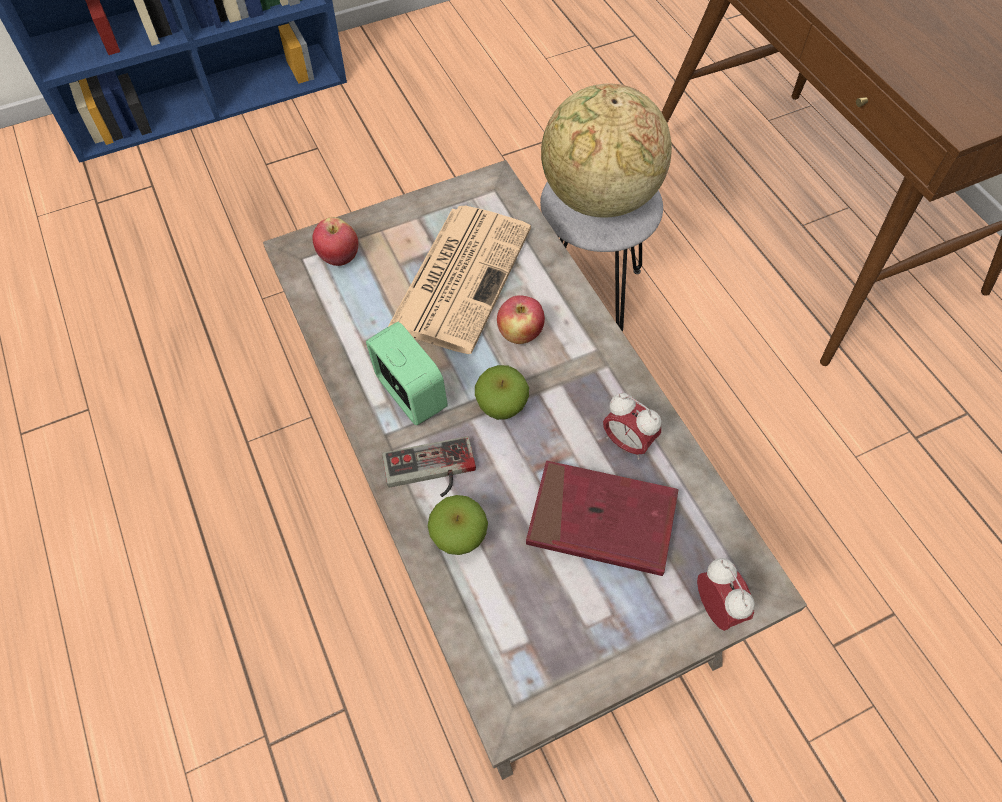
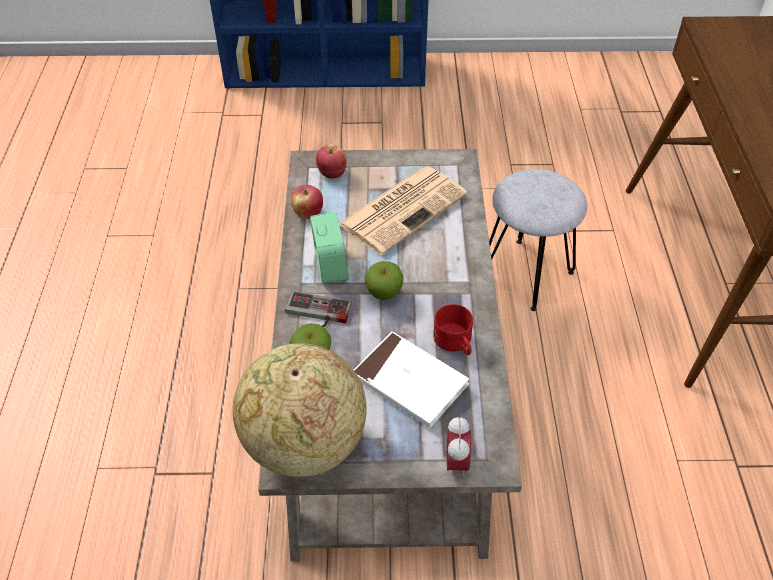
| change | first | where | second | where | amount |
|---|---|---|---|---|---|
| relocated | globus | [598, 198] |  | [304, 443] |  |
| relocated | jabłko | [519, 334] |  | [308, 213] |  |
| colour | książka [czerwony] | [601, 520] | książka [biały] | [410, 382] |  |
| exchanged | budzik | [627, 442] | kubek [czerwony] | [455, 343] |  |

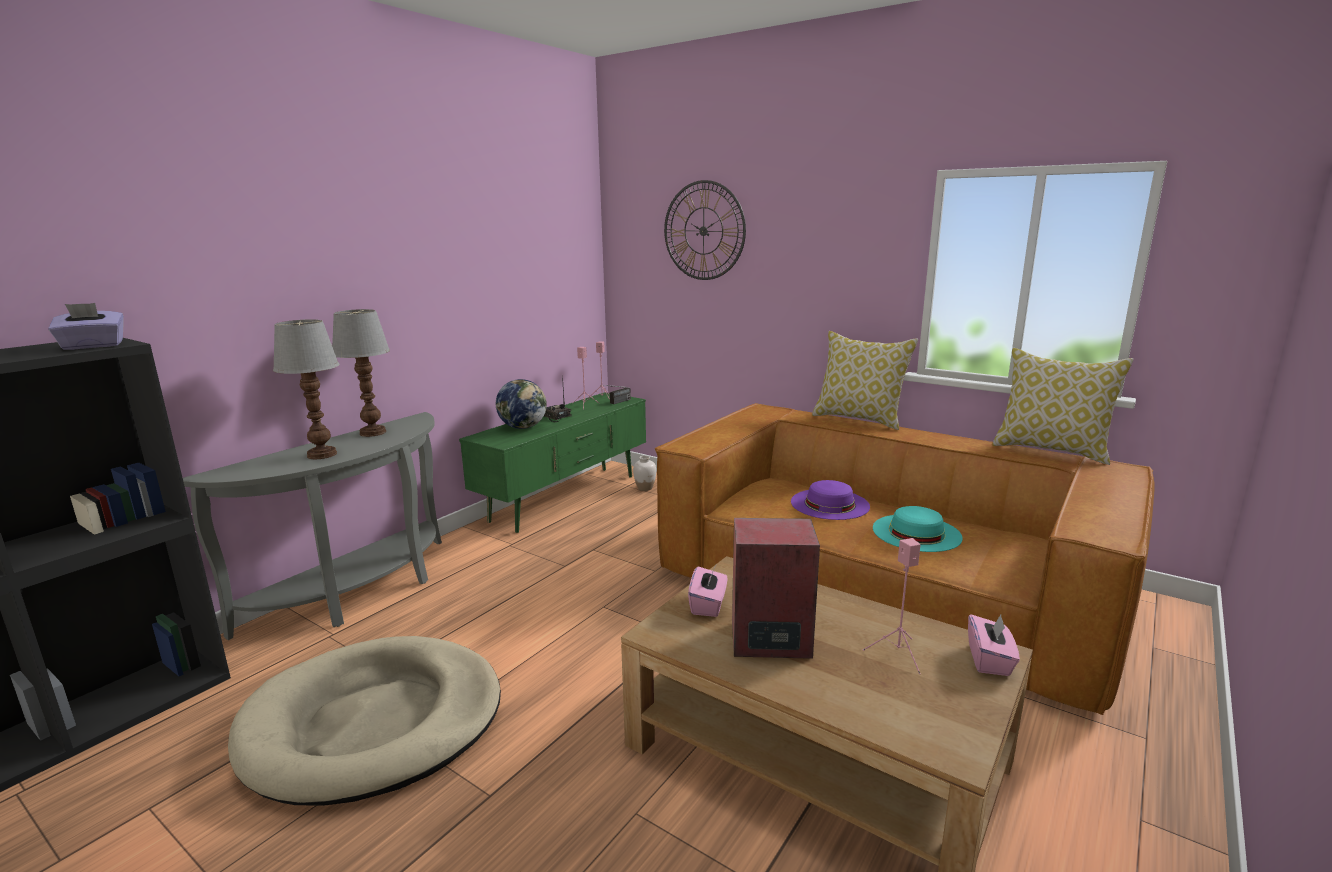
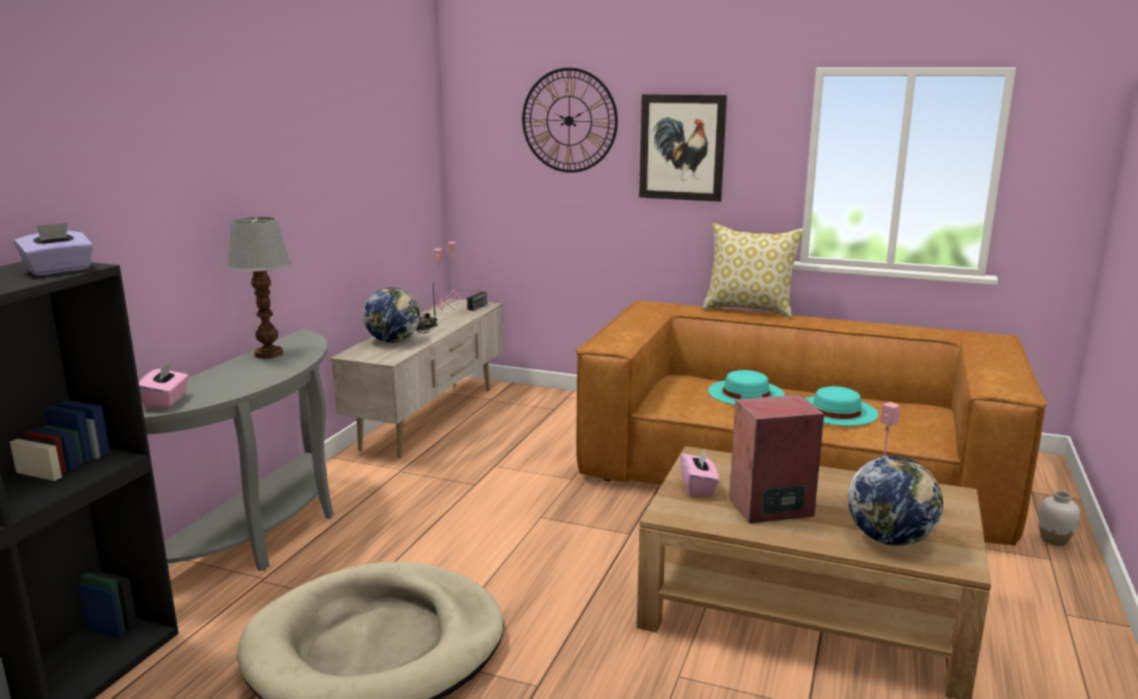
| change | first | where | second | where | amount |
|---|---|---|---|---|---|
| relocated | pudełko chusteczek [różowy] | [989, 660] |  | [166, 401] |  |
| colour | szafka pod telewizor [zielony] | [566, 498] | szafka pod telewizor [beżowy] | [430, 418] |  |
| appeared |  |  | obraz | [682, 147] |  |
| colour | kapelusz [fioletowy] | [829, 504] | kapelusz [turkusowy] | [746, 393] |  |
| appeared |  |  | globus | [890, 539] |  |
| relocated | wazon [biały] | [645, 488] |  | [1053, 540] |  |
| missing | lampa stołowa | [321, 455] |  |  |  |
| missing | poduszka | [1051, 450] |  |  |  |

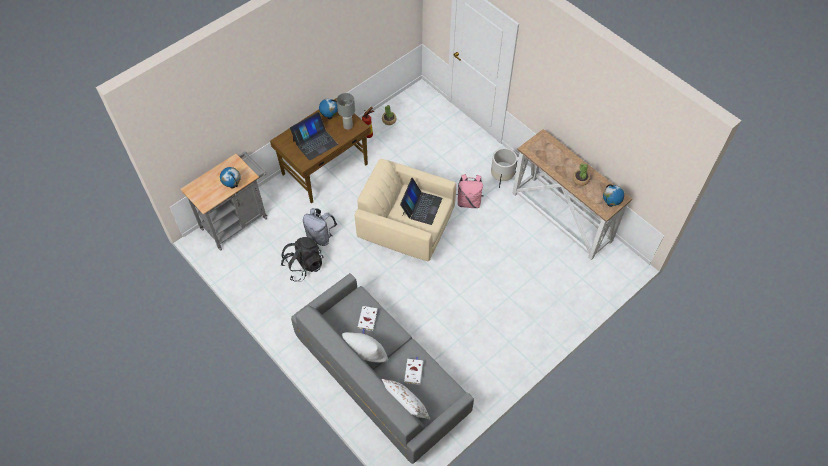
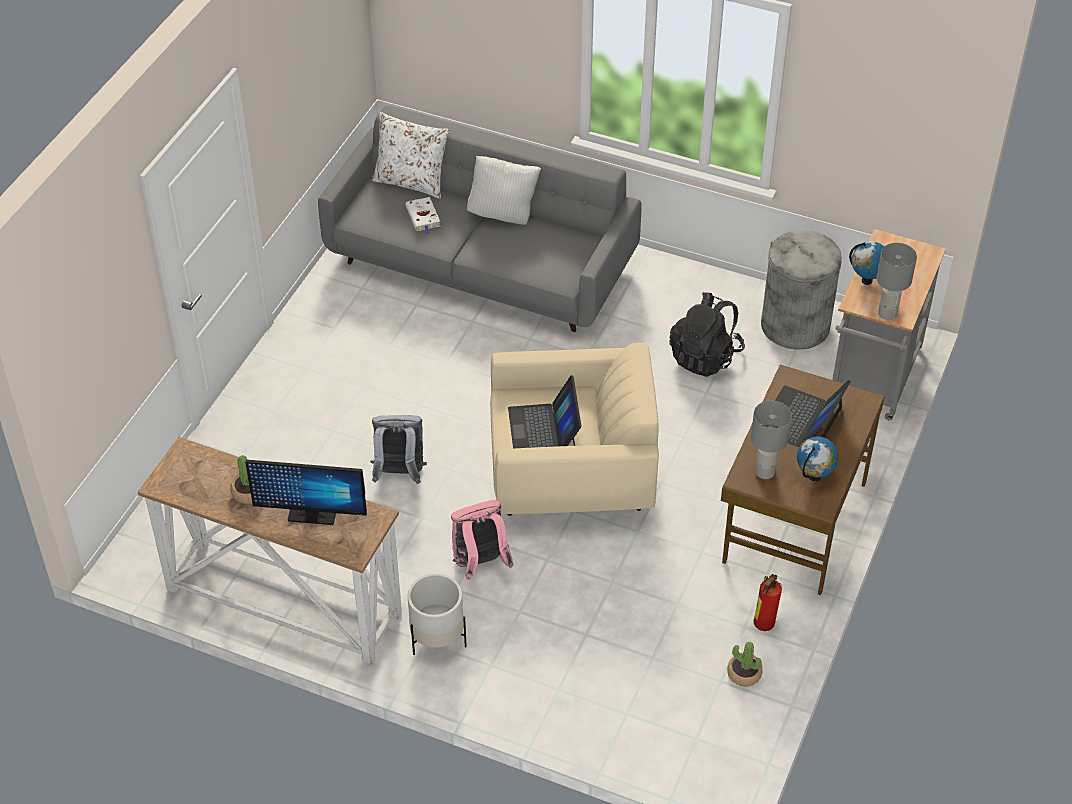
| change | first | where | second | where | amount |
|---|---|---|---|---|---|
| appeared |  |  | monitor | [312, 513] |  |
| relocated | plecak [szary] | [320, 237] |  | [399, 474] |  |
| appeared |  |  | kosz na śmieci [szary] | [794, 325] |  |
| appeared |  |  | lampa stołowa [szary] | [888, 314] |  |
| missing | książka [biały] | [367, 320] |  |  |  |
| missing | globus | [610, 204] |  |  |  |

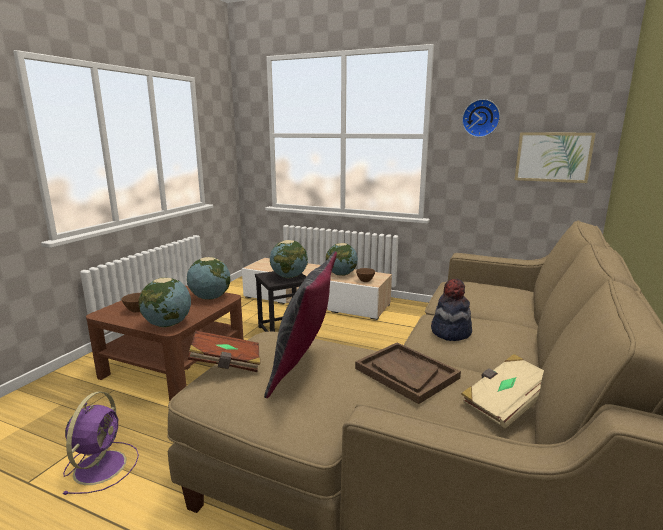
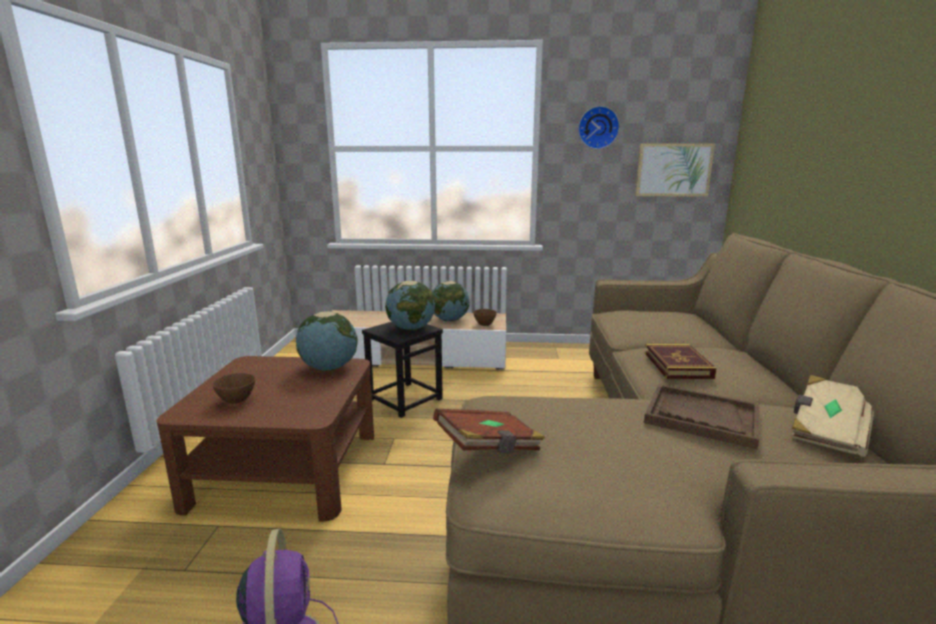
| change | first | where | second | where | amount |
|---|---|---|---|---|---|
| exchanged | kapelusz | [450, 332] | książka | [677, 365] |  |
| missing | globus | [168, 324] |  |  |  |
| missing | poduszka [szary] | [304, 368] |  |  |  |

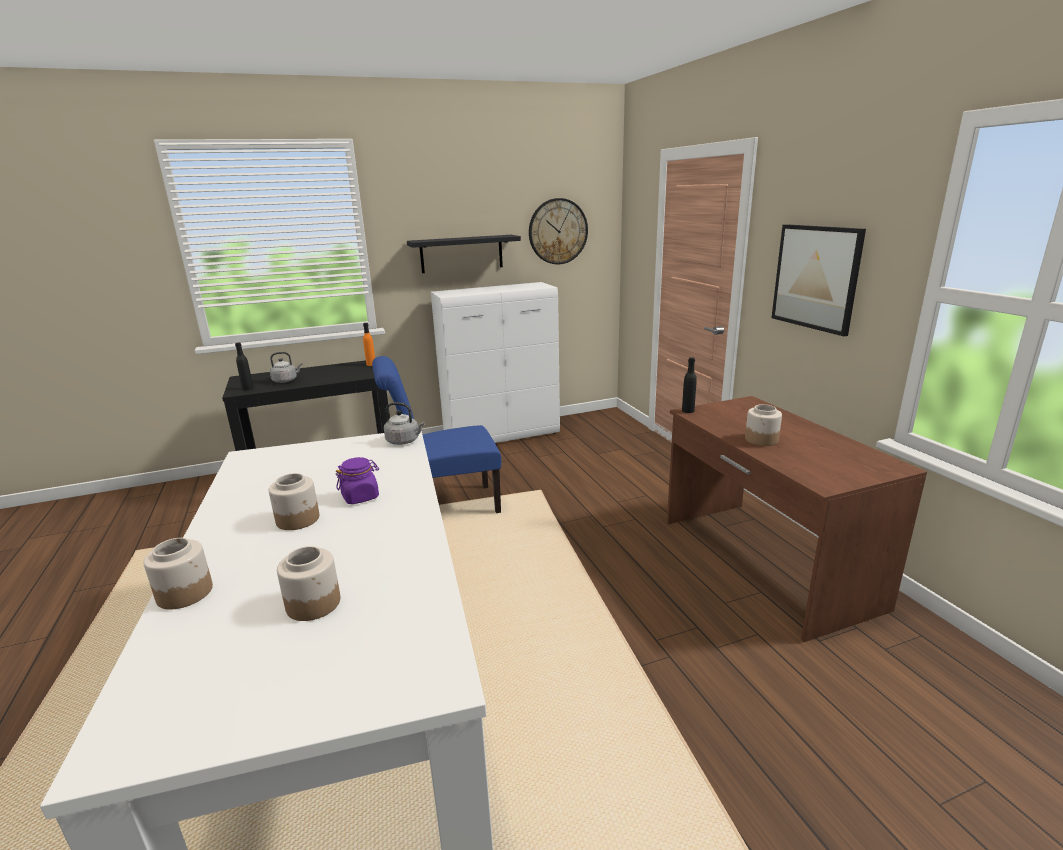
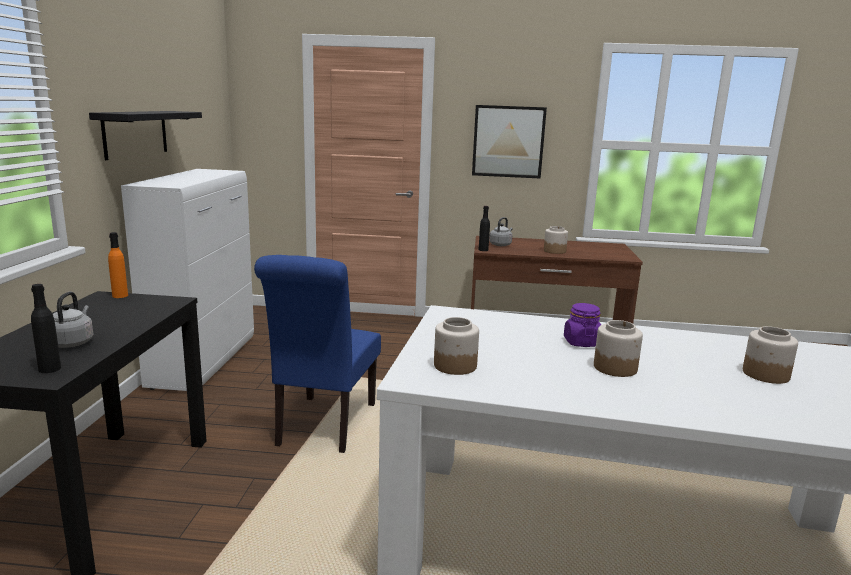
| change | first | where | second | where | amount |
|---|---|---|---|---|---|
| relocated | słoik | [185, 593] |  | [454, 366] |  |
| relocated | czajnik [szary] | [404, 441] |  | [501, 245] |  |
| missing | zegar ścienny | [558, 231] |  |  |  |

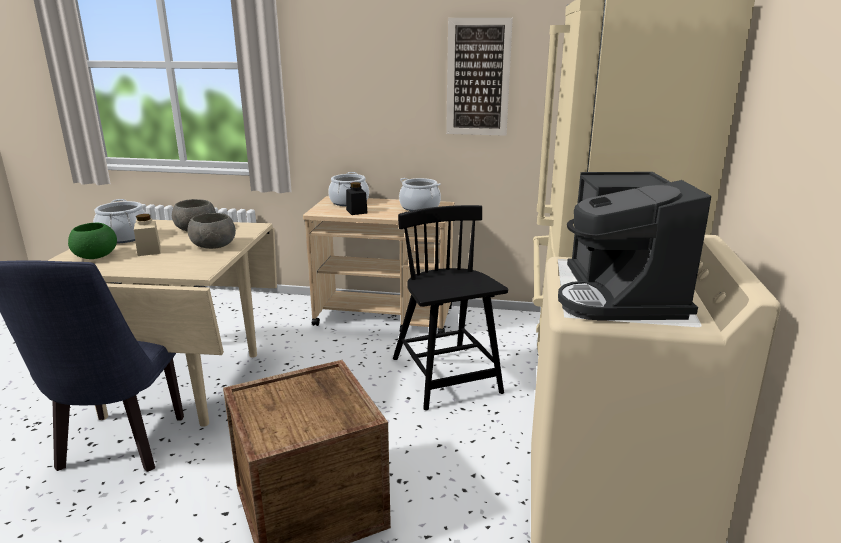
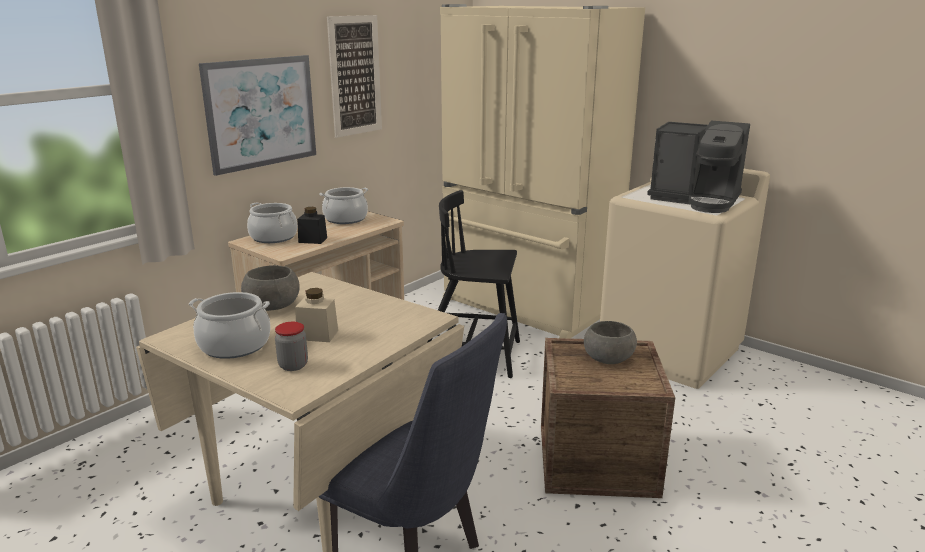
| change | first | where | second | where | amount |
|---|---|---|---|---|---|
| appeared |  |  | obraz | [261, 113] |  |
| exchanged | miska [zielony] | [95, 256] | słoik | [293, 365] |  |
| relocated | miska [szary] | [214, 245] |  | [608, 358] |  |

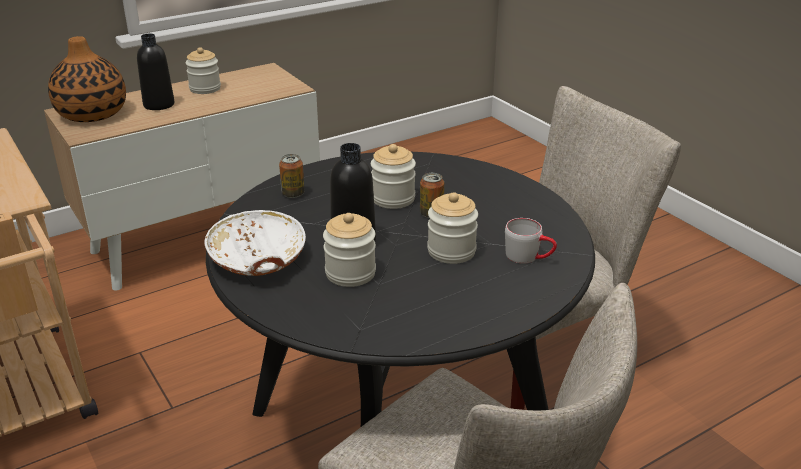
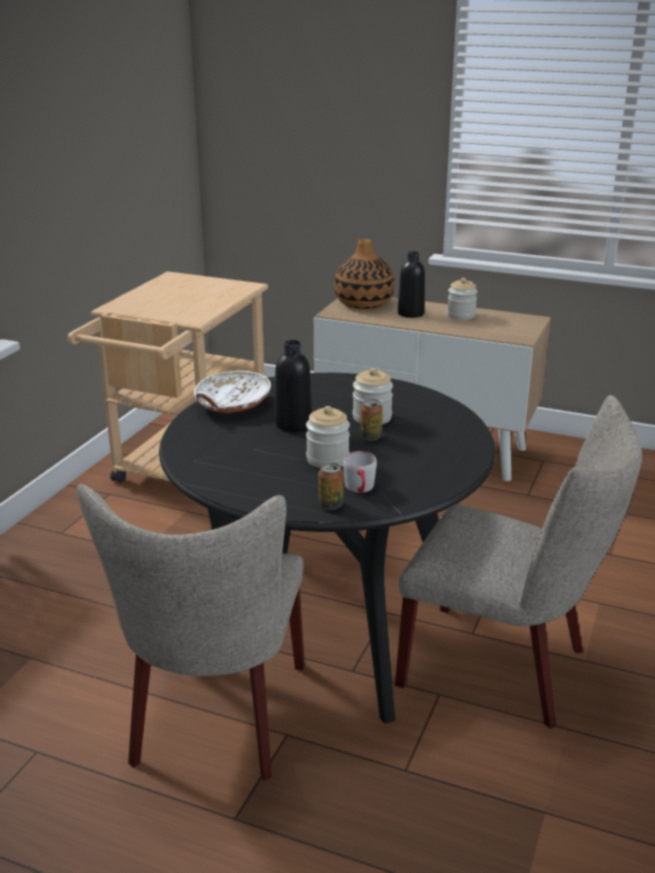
| change | first | where | second | where | amount |
|---|---|---|---|---|---|
| relocated | puszka | [293, 194] |  | [330, 505] |  |
| missing | słoik | [350, 273] |  |  |  |

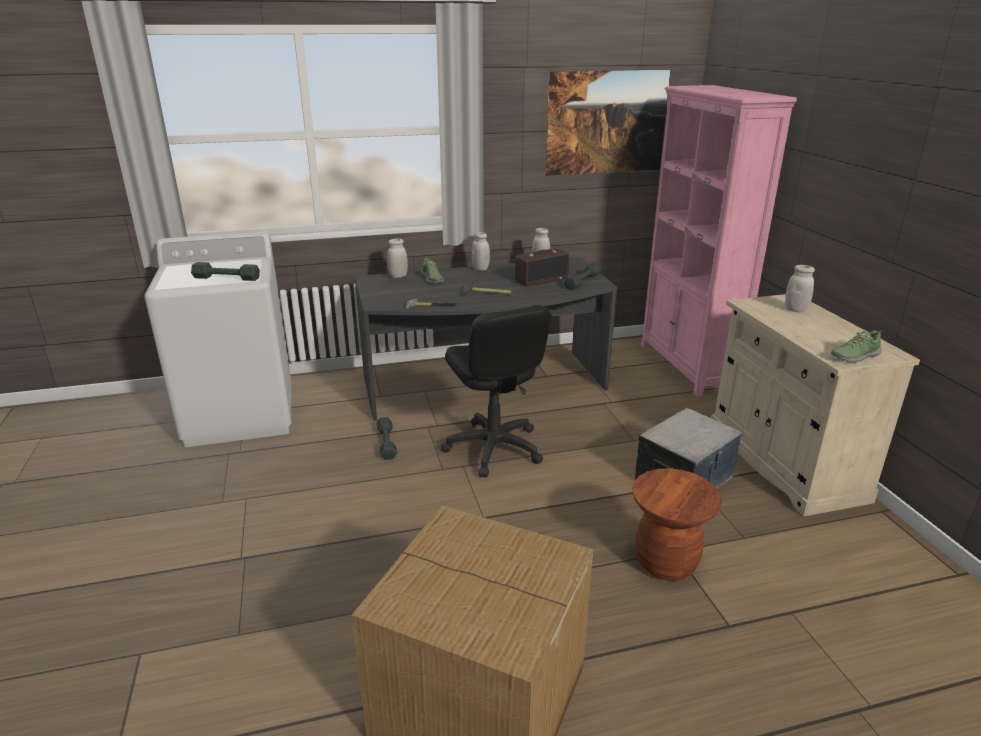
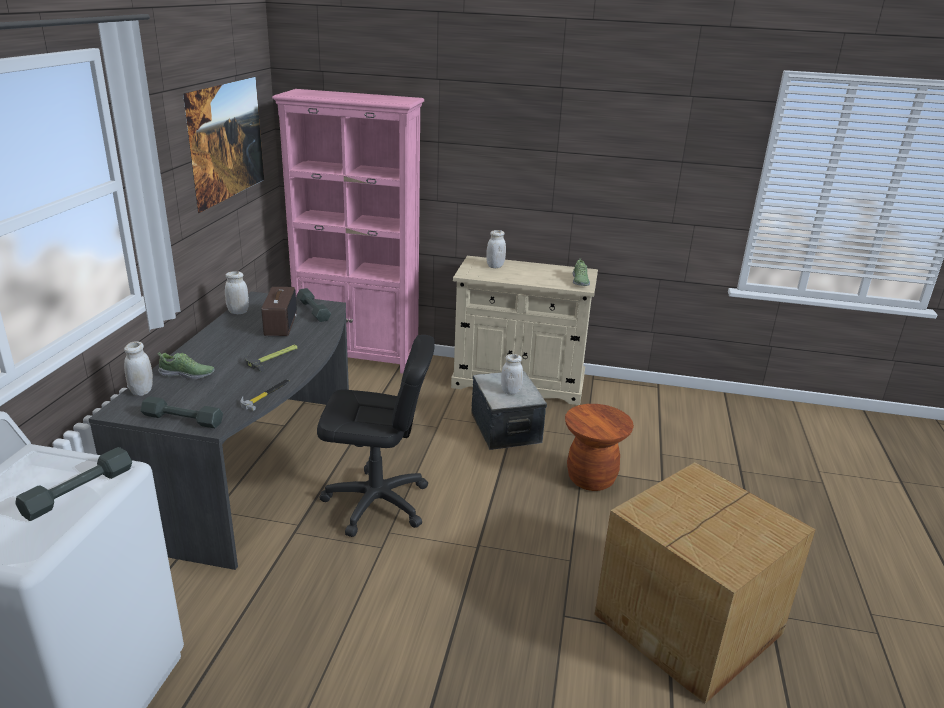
| change | first | where | second | where | amount |
|---|---|---|---|---|---|
| relocated | hantel [szary] | [386, 443] |  | [182, 419] |  |
| relocated | słoik [biały] | [480, 268] |  | [511, 391] |  |

